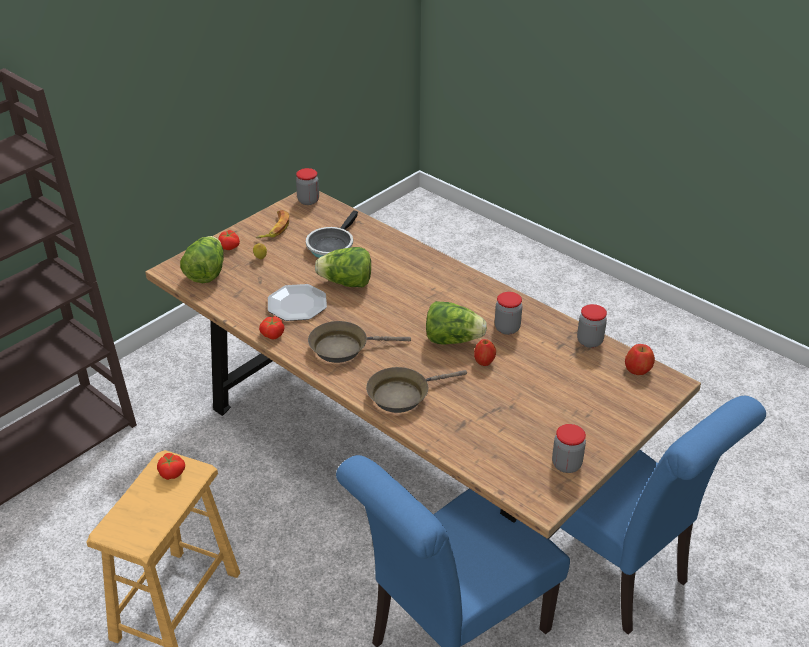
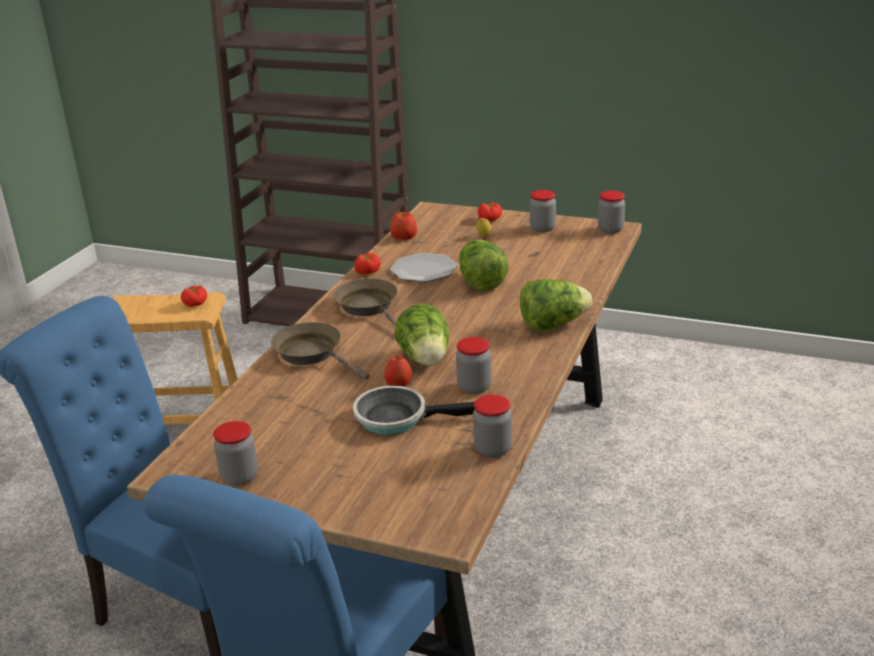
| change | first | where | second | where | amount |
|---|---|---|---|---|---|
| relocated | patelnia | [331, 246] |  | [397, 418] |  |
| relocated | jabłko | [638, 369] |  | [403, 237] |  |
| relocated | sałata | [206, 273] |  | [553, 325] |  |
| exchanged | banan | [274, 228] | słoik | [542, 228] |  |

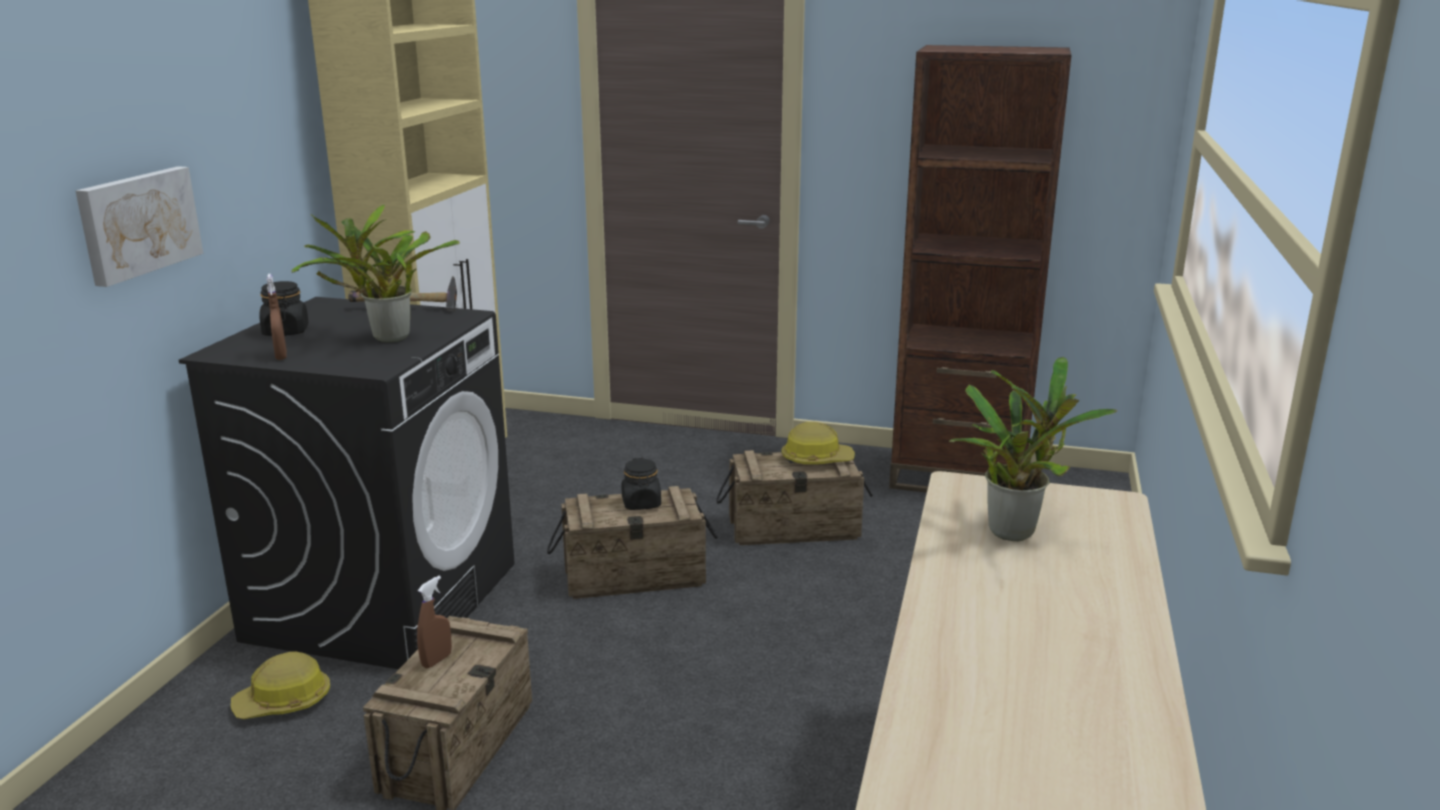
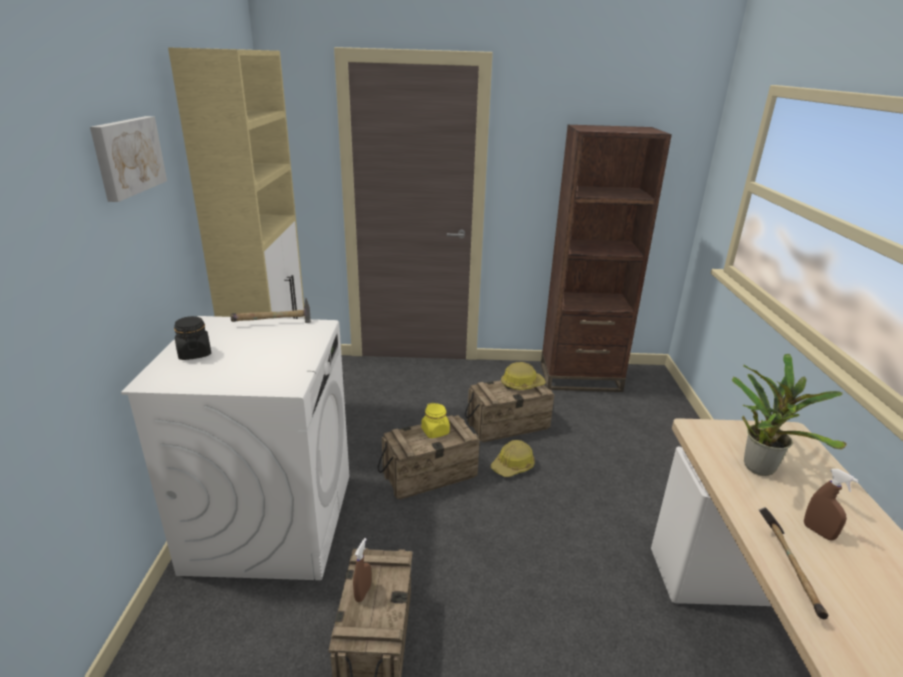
| change | first | where | second | where | amount |
|---|---|---|---|---|---|
| relocated | obraz | [137, 223] |  | [127, 156] |  |
| colour | pralka [czarny] | [384, 600] | pralka [biały] | [271, 520] |  |
| colour | słoik [czarny] | [641, 503] | słoik [żółty] | [435, 431] |  |
| relocated | kask | [284, 702] |  | [513, 466] |  |
| appeared |  |  | młotek | [788, 570] |  |
| relocated | spryskiwacz [brązowy] | [281, 356] |  | [818, 532] |  |
| missing | roślina doniczkowa | [385, 338] |  |  |  |

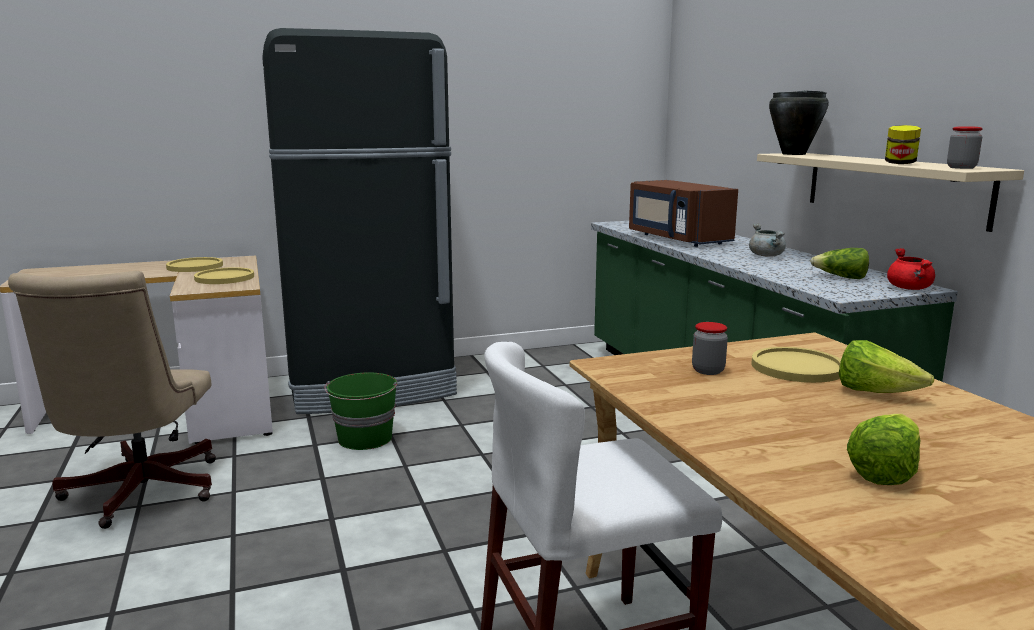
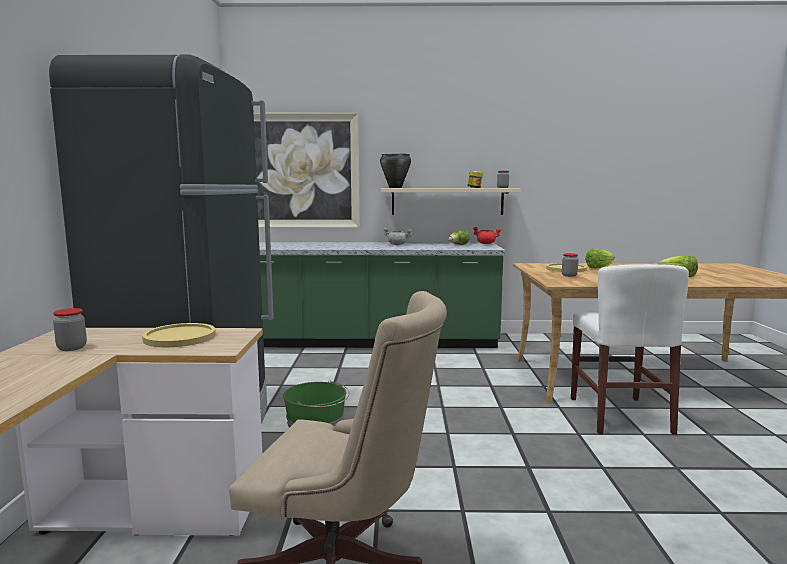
| change | first | where | second | where | amount |
|---|---|---|---|---|---|
| exchanged | talerz [żółty] | [195, 266] | słoik | [72, 348] |  |
| appeared |  |  | obraz | [303, 171] |  |
| missing | mikrofalówka [brązowy] | [677, 239] |  |  |  |

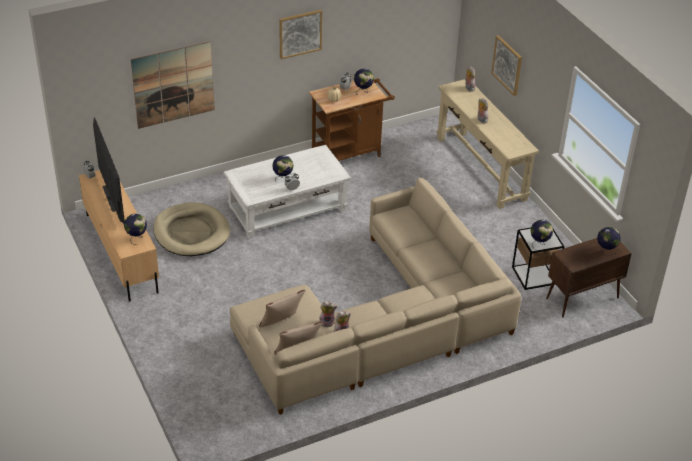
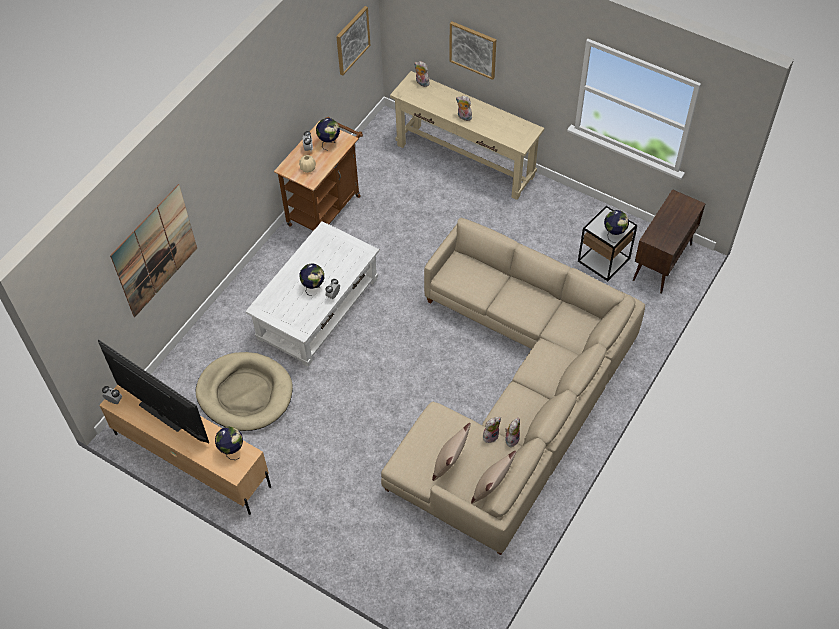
| change | first | where | second | where | amount |
|---|---|---|---|---|---|
| relocated | obraz | [300, 33] |  | [352, 40] |  |
| missing | globus | [605, 251] |  |  |  |

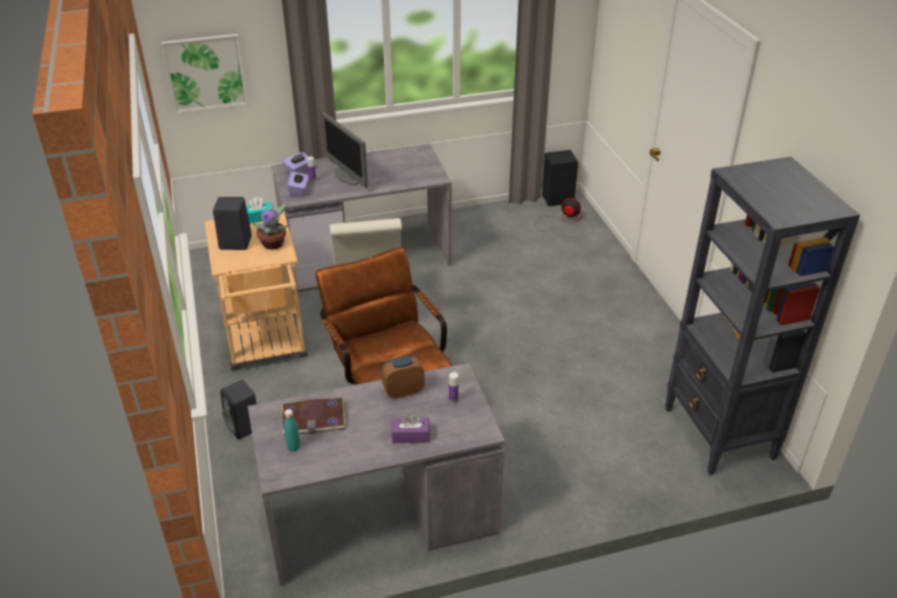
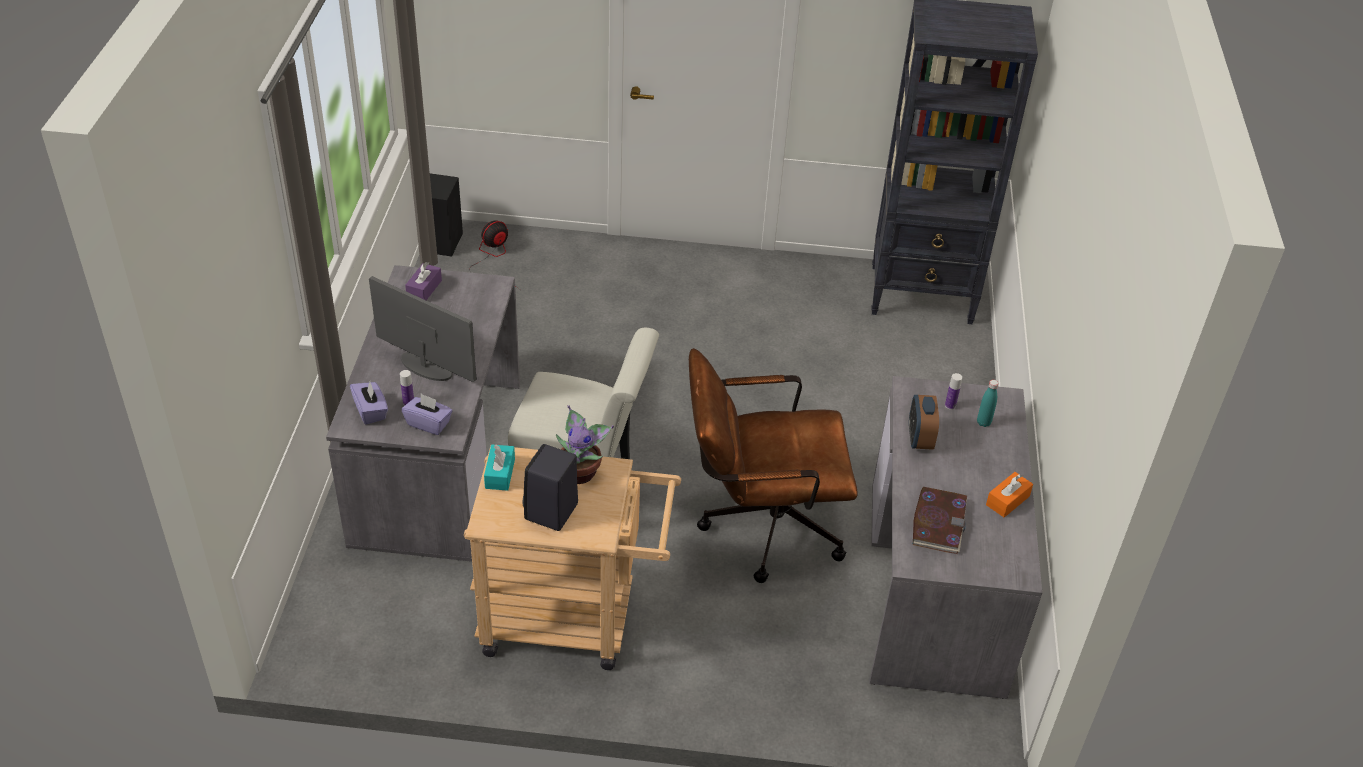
| change | first | where | second | where | amount |
|---|---|---|---|---|---|
| spun | monitor | [347, 177] |  | [426, 366] | 135 degrees counterclockwise |
| relocated | pudełko chusteczek [fioletowy] | [410, 436] |  | [424, 289] |  |
| relocated | butelka [turkusowy] | [293, 447] |  | [983, 422] |  |
| appeared |  |  | pudełko chusteczek [pomarańczowy] | [1007, 500] |  |
| missing | obraz | [205, 73] |  |  |  |
| missing | głośnik [czarny] | [244, 427] |  |  |  |

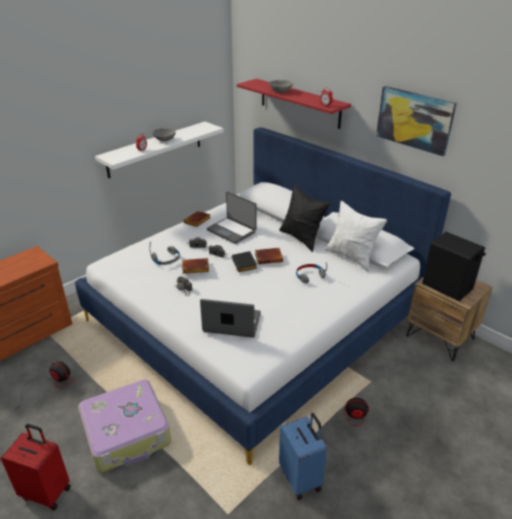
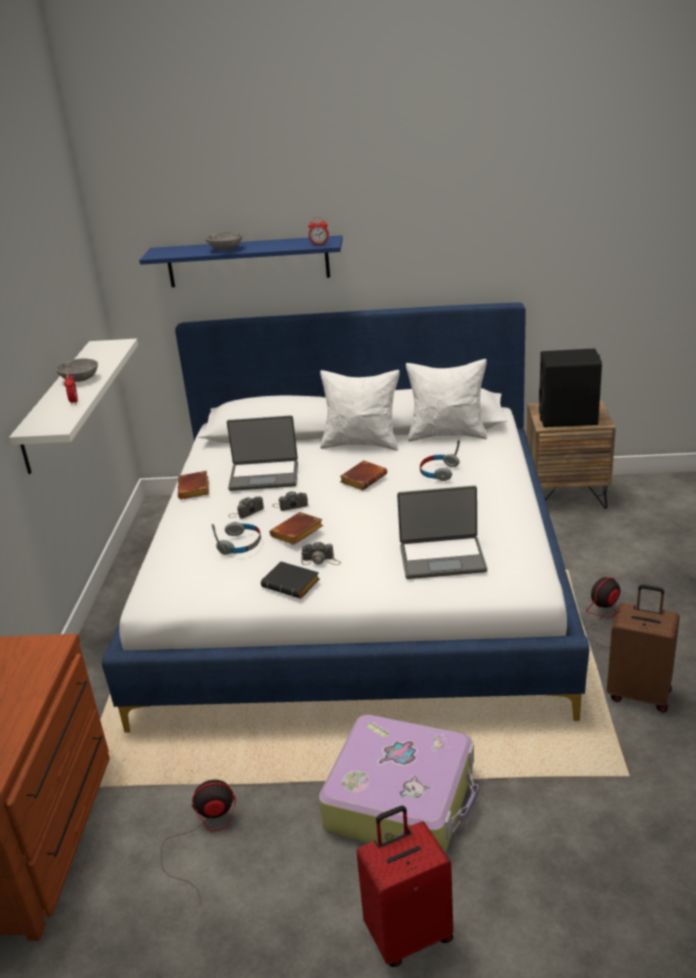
| change | first | where | second | where | amount |
|---|---|---|---|---|---|
| colour | półka [czerwony] | [299, 103] | półka [niebieski] | [248, 262] |  |
| relocated | książka [czarny] | [245, 264] |  | [293, 584] |  |
| colour | poduszka [czarny] | [302, 238] | poduszka [biały] | [361, 444] |  |
| spun | laptop | [231, 324] |  | [442, 558] | 150 degrees counterclockwise |
| colour | walizka [niebieski] | [301, 478] | walizka [brązowy] | [639, 693] |  |
| missing | obraz | [414, 120] |  |  |  |

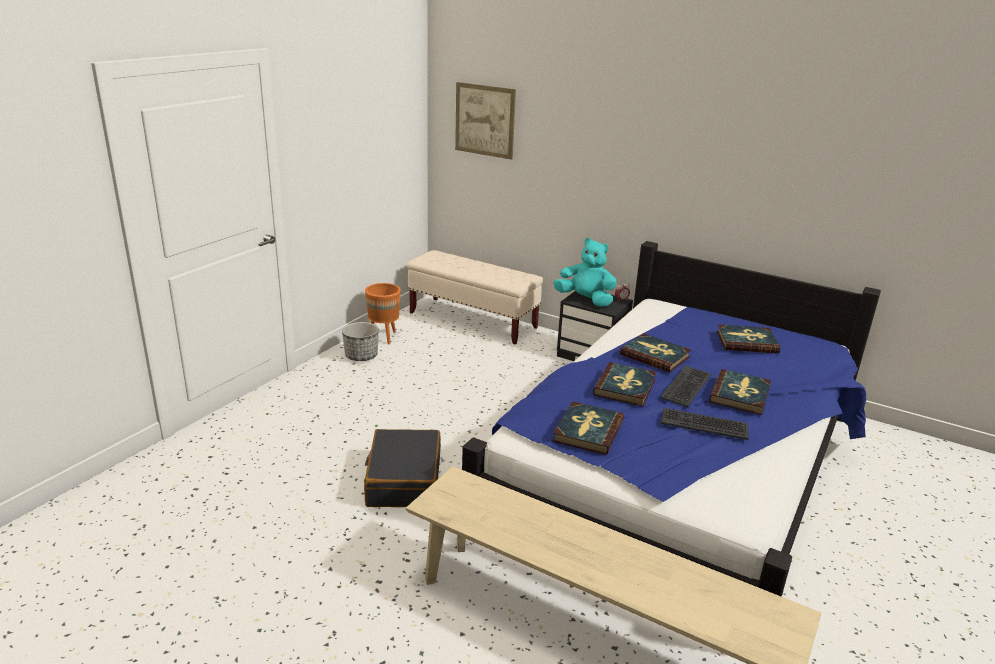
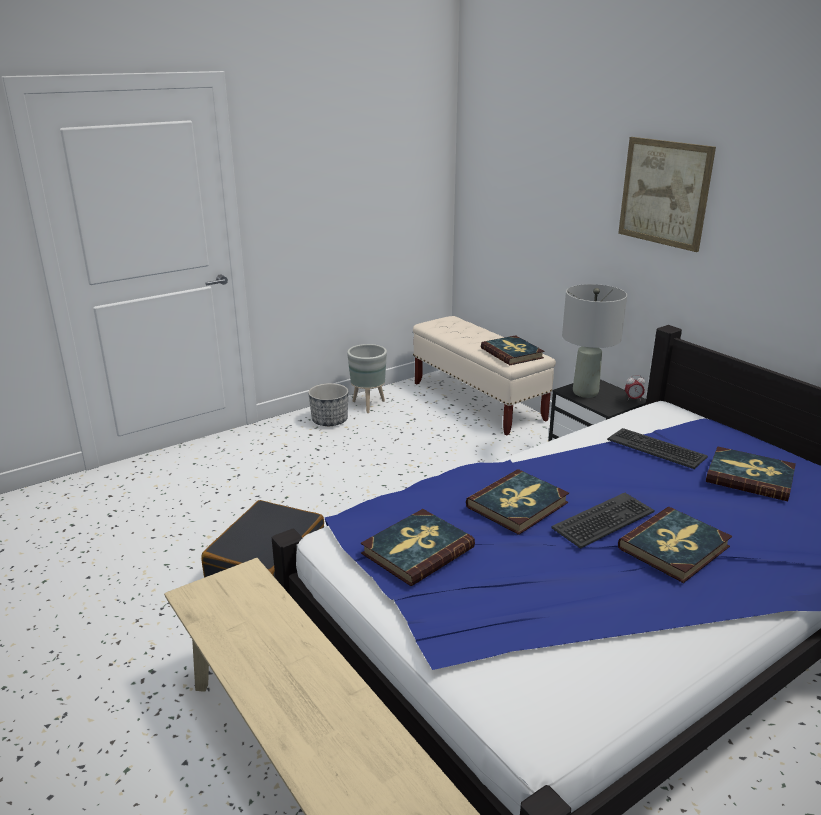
| change | first | where | second | where | amount |
|---|---|---|---|---|---|
| colour | donica [pomarańczowy] | [384, 337] | donica [szary] | [368, 405] |  |
| relocated | książka | [655, 355] |  | [512, 353] |  |
| exchanged | pluszak [turkusowy] | [585, 300] | lampa stołowa [szary] | [586, 392] |  |
| relocated | klawiatura | [704, 424] |  | [656, 448] |  |
| relocated | obraz | [485, 120] |  | [664, 193] |  |

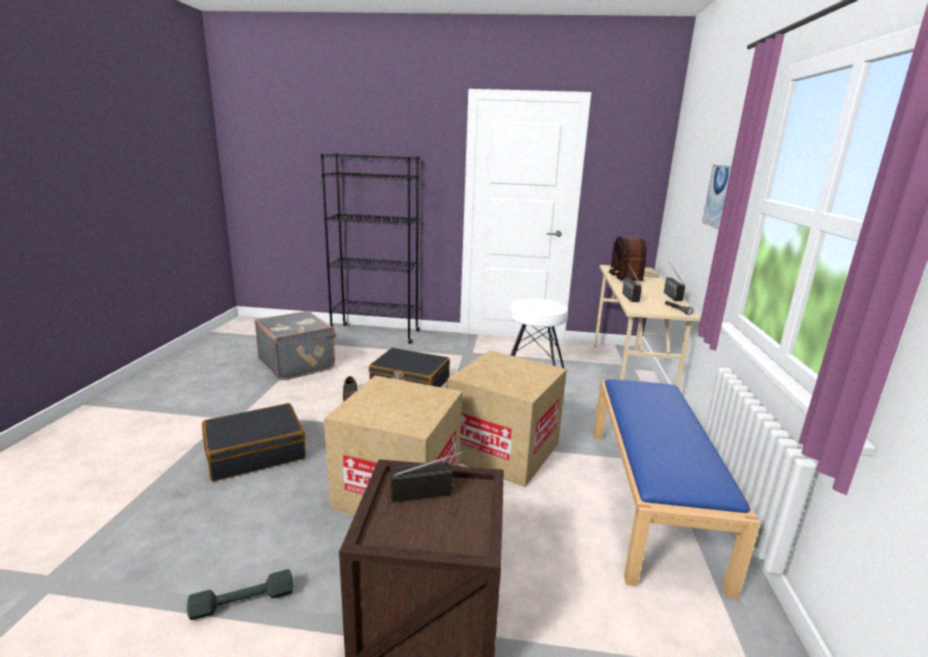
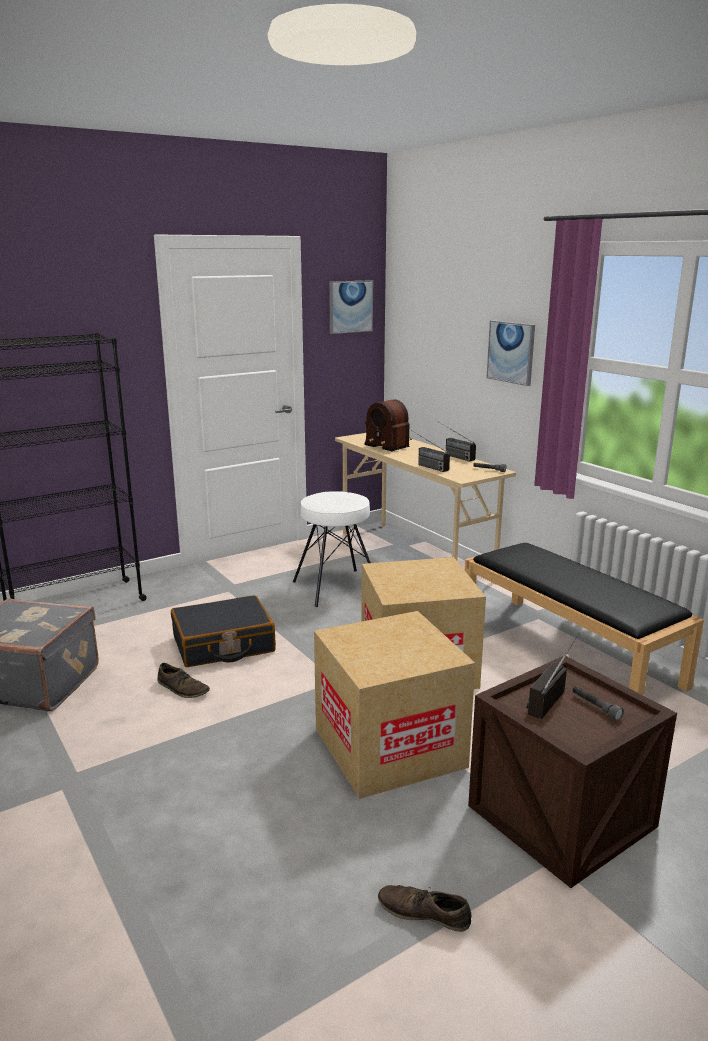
| change | first | where | second | where | amount |
|---|---|---|---|---|---|
| appeared |  |  | obraz | [350, 306] |  |
| exchanged | hantel [szary] | [242, 602] | but [brązowy] | [424, 913] |  |
| colour | ławka [niebieski] | [651, 499] | ławka [czarny] | [569, 651] |  |
| appeared |  |  | latarka [szary] | [595, 707] |  |
| missing | walizka [czarny] | [255, 452] |  |  |  |

